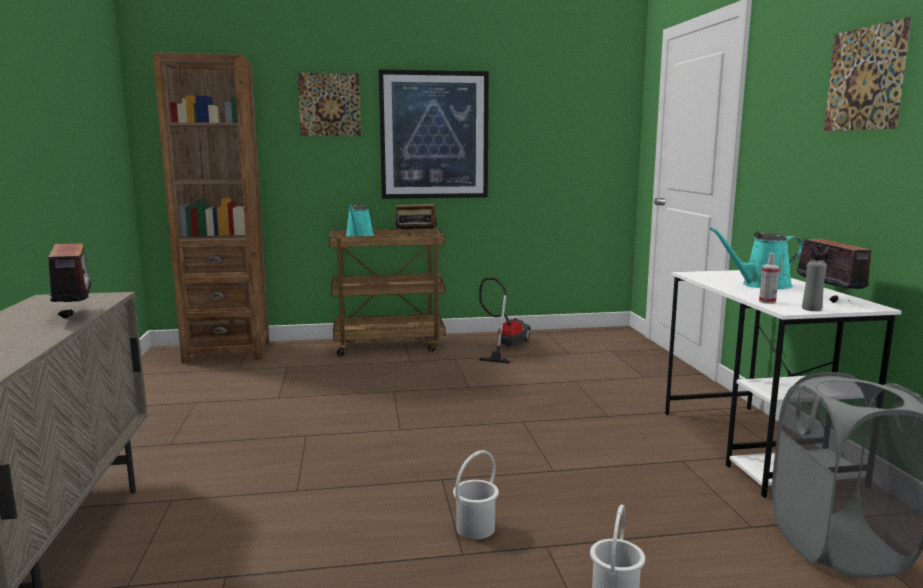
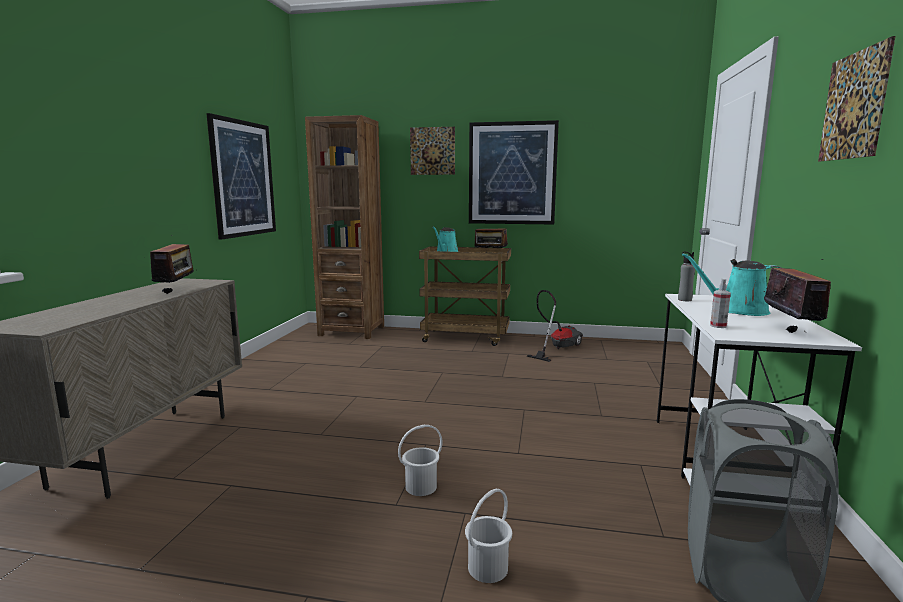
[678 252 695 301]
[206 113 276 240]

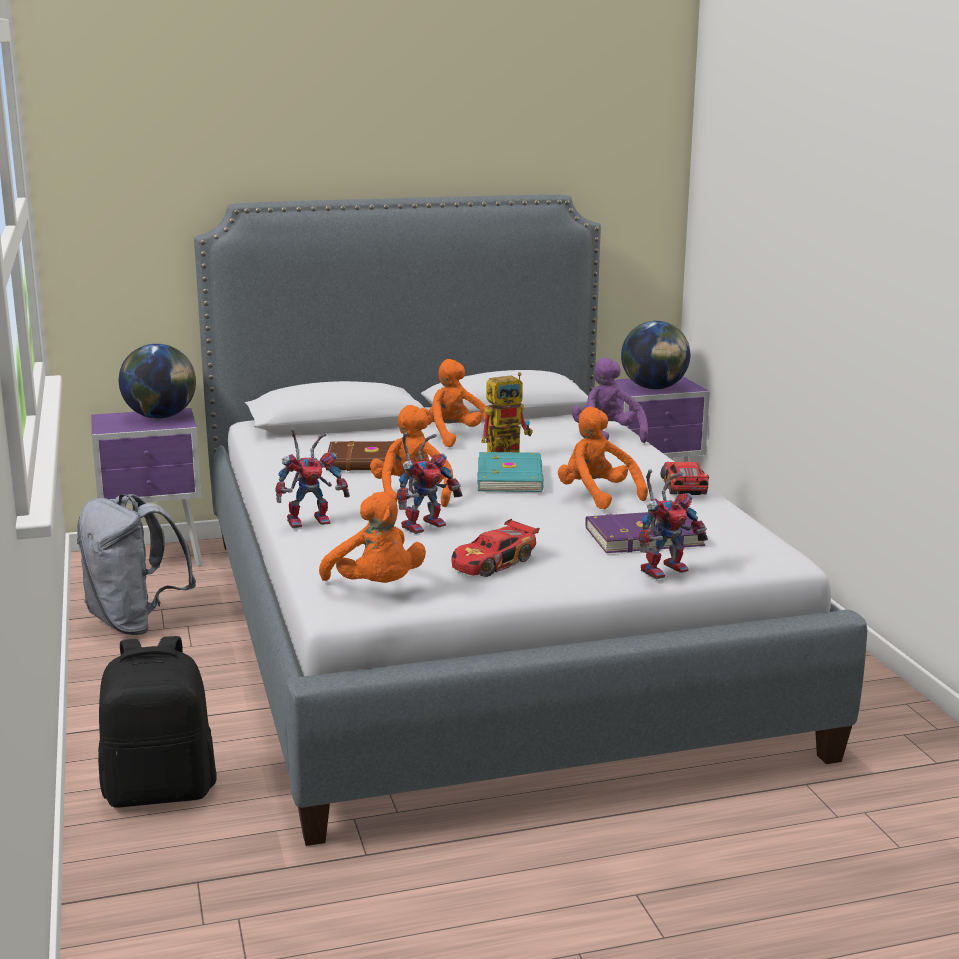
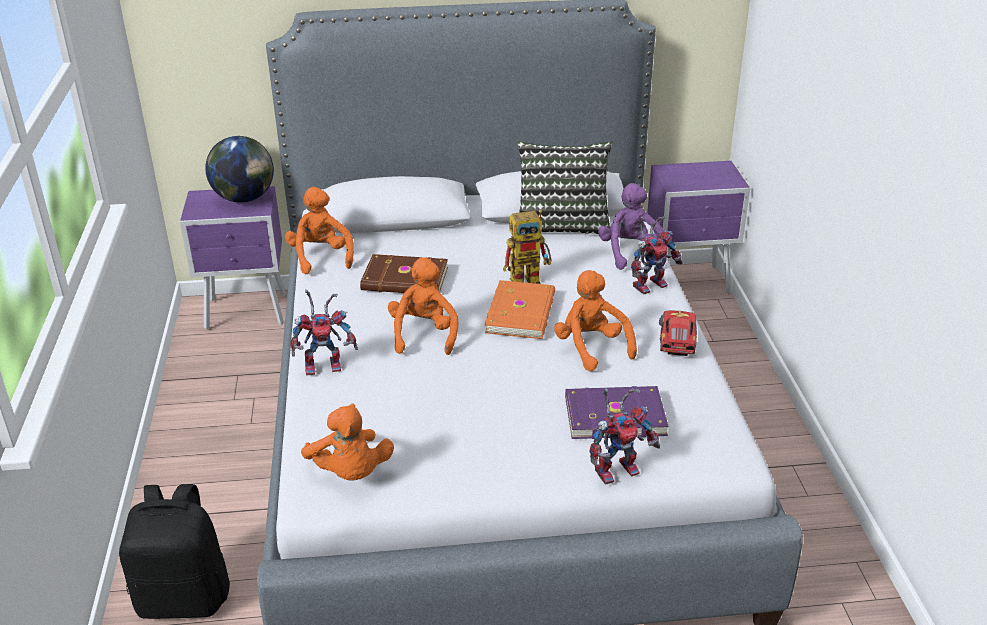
[77 494 196 635] (first image)
[631 216 683 295]
[285 187 354 274]
[451 519 540 577] (first image)
[484 280 555 339]
[621 321 690 390] (first image)
[518 141 613 234]

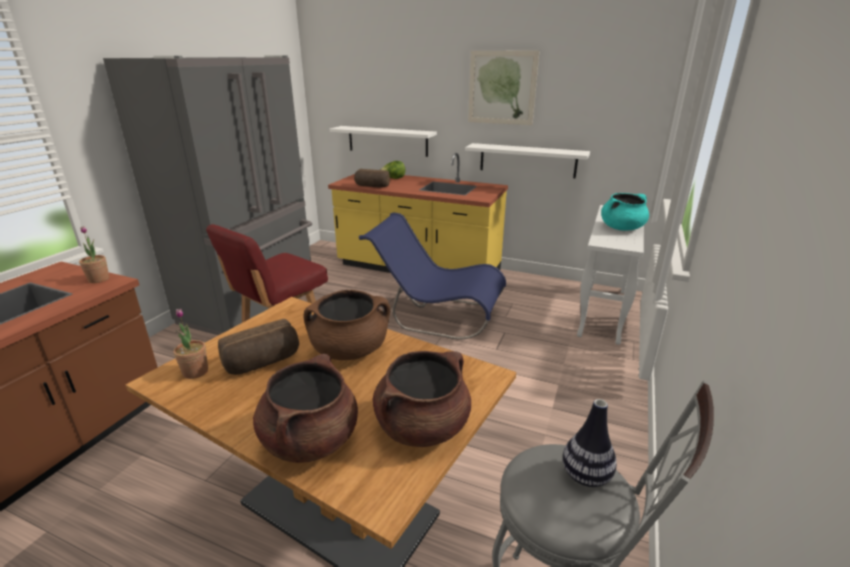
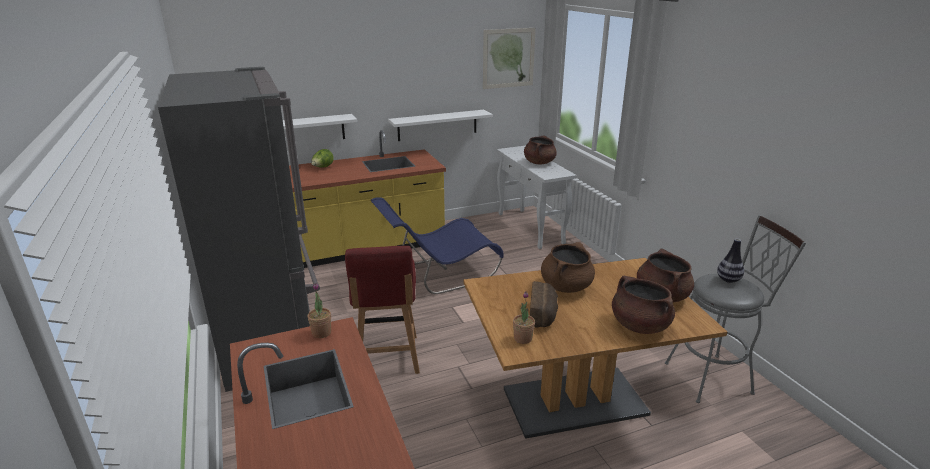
[354 169 390 188] (first image)
[483 28 536 89]
[524 135 557 164]

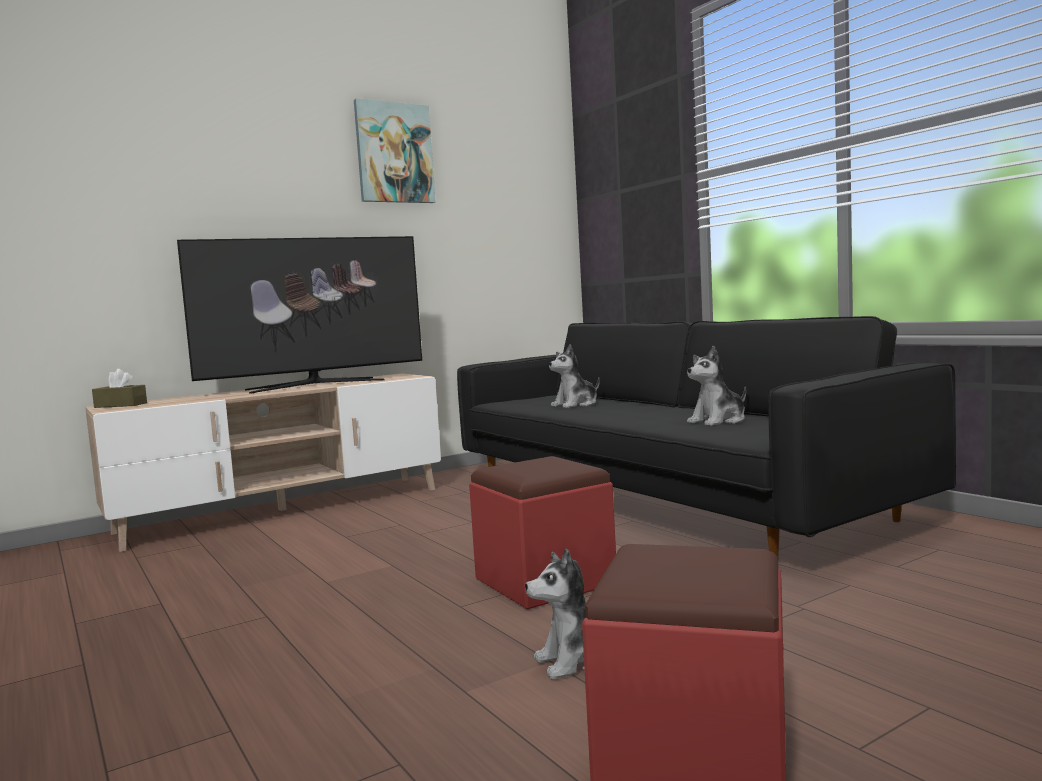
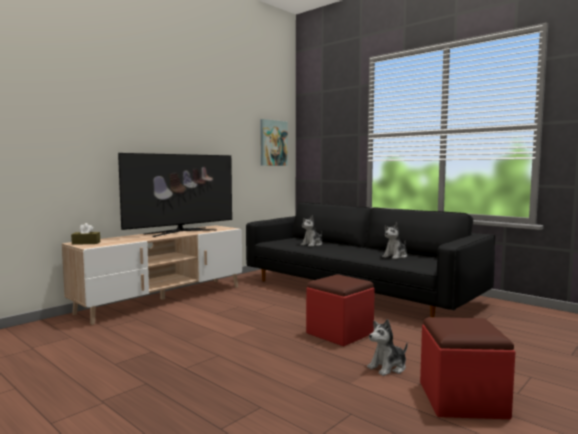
[260 119 288 166]

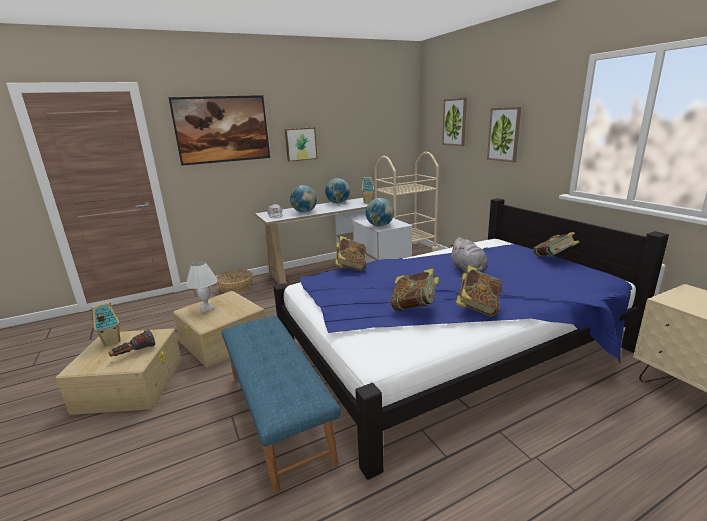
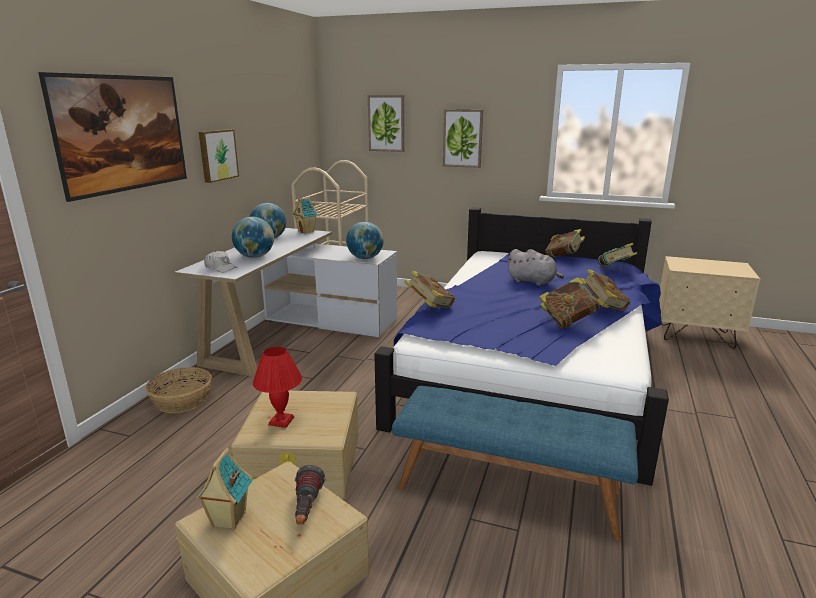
[253 347 302 428]
[598 243 637 267]

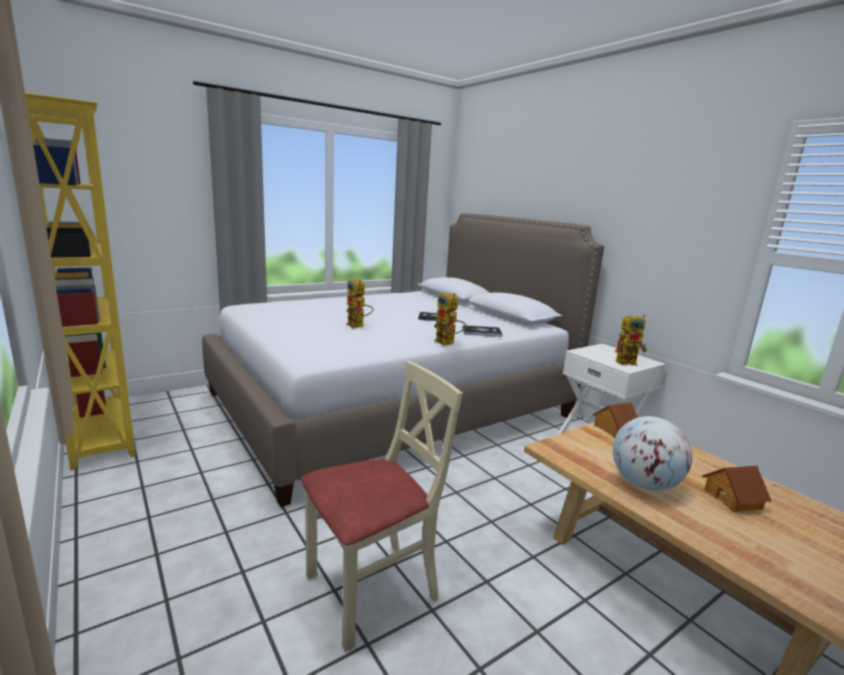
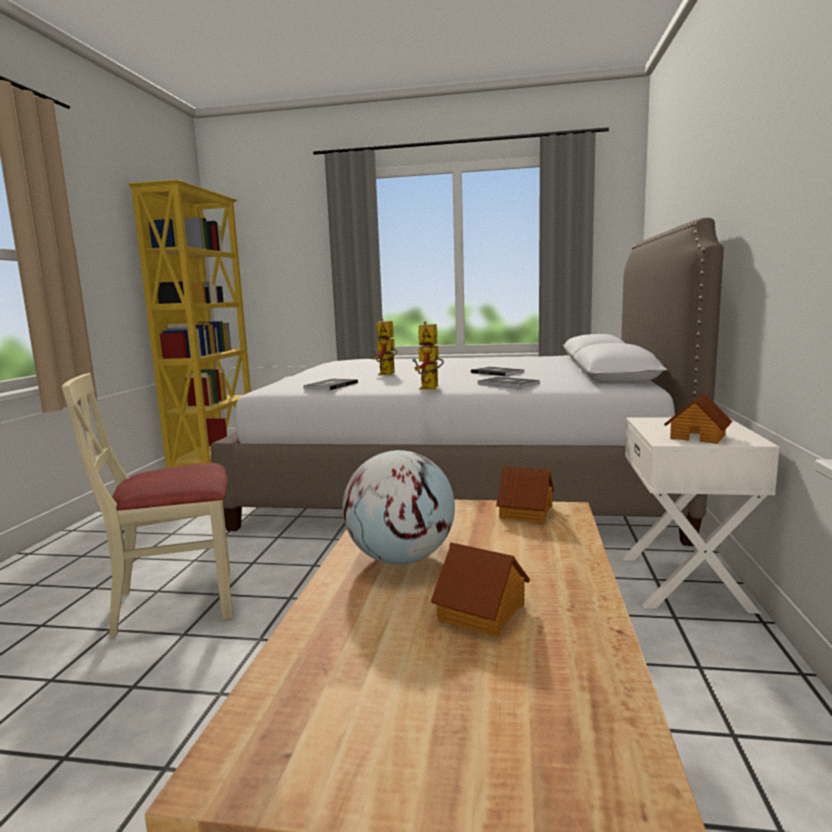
[62 373 233 638]
[664 393 732 444]
[303 378 358 390]

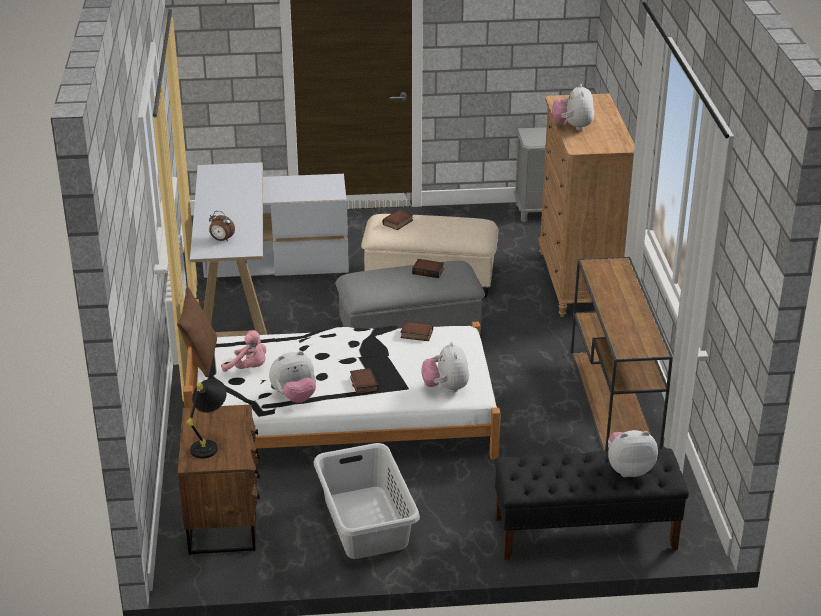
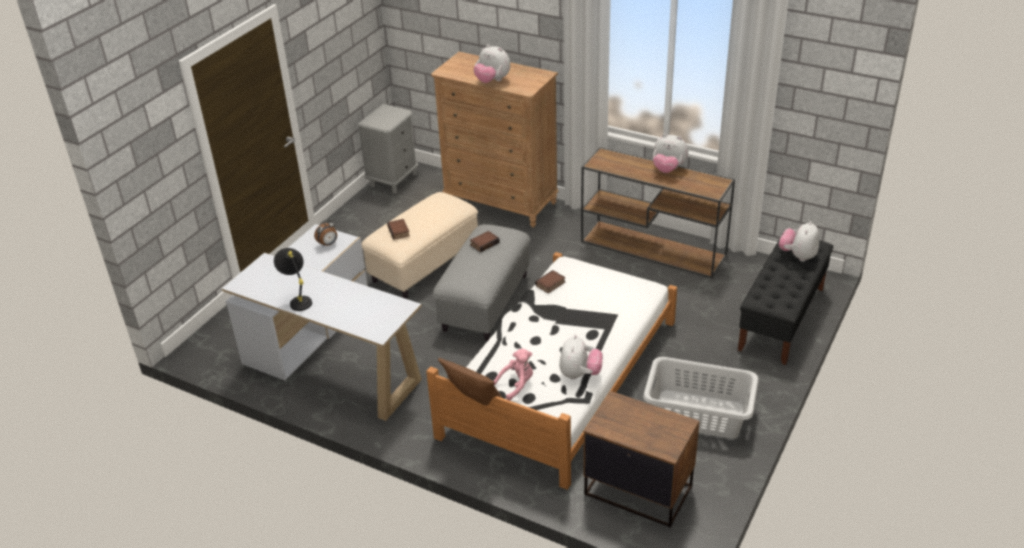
[274 248 312 311]
[314 219 337 247]
[350 368 379 394] (first image)
[653 134 688 173]

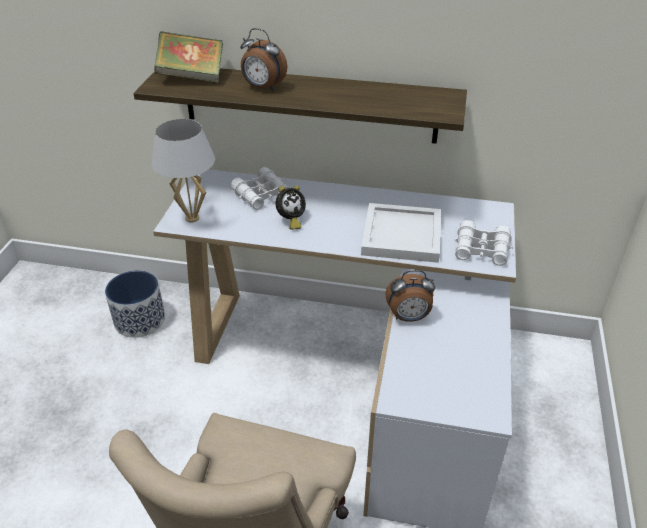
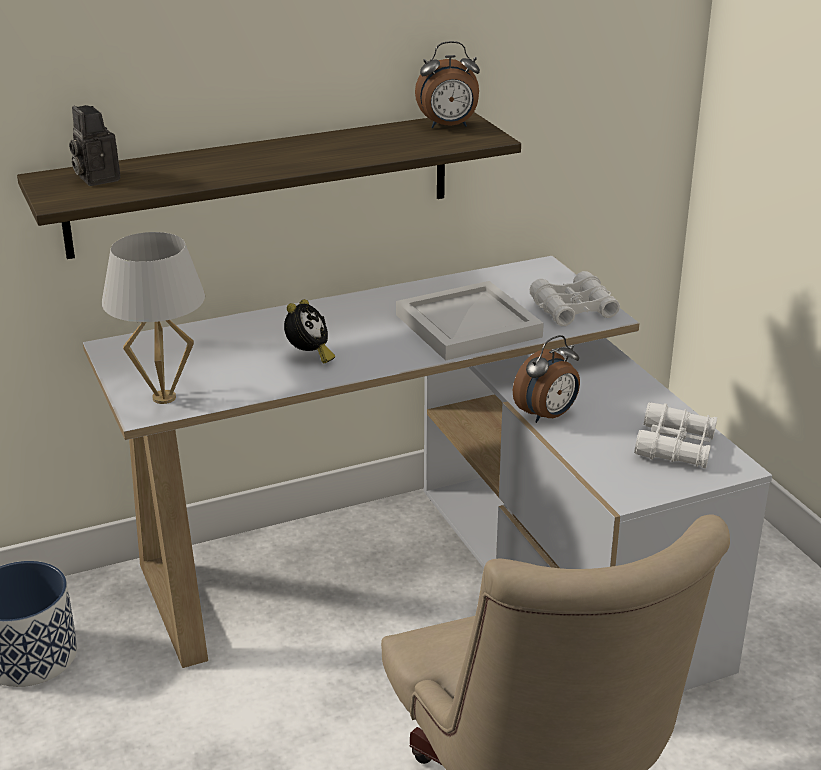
[69 105 120 186]
[634 403 717 468]
[415 41 480 128]

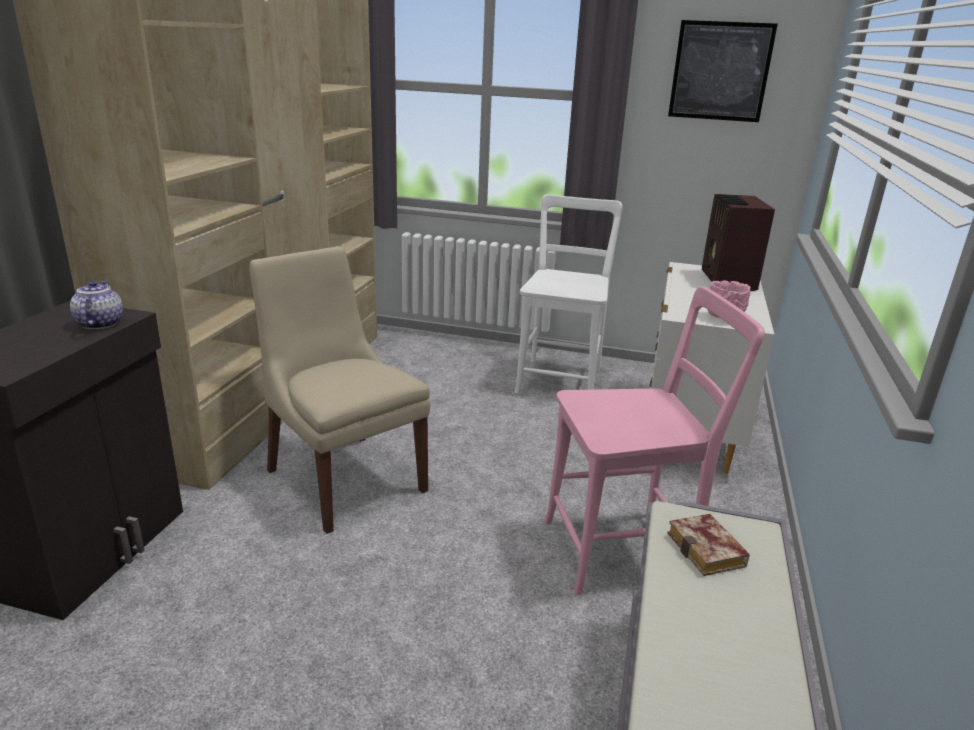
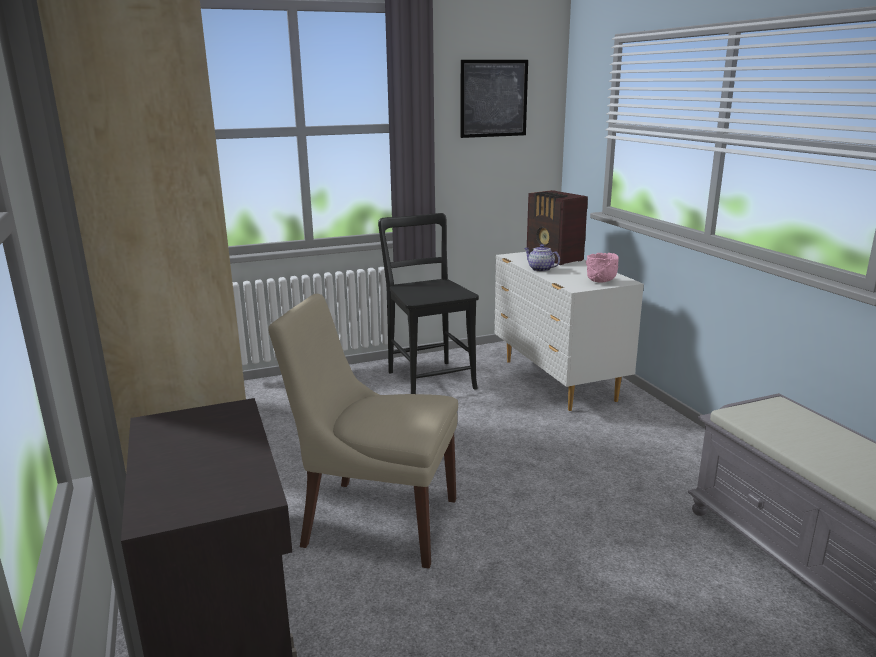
[524 244 560 272]
[378 213 479 394]
[544 287 765 595] (first image)
[668 514 750 576] (first image)

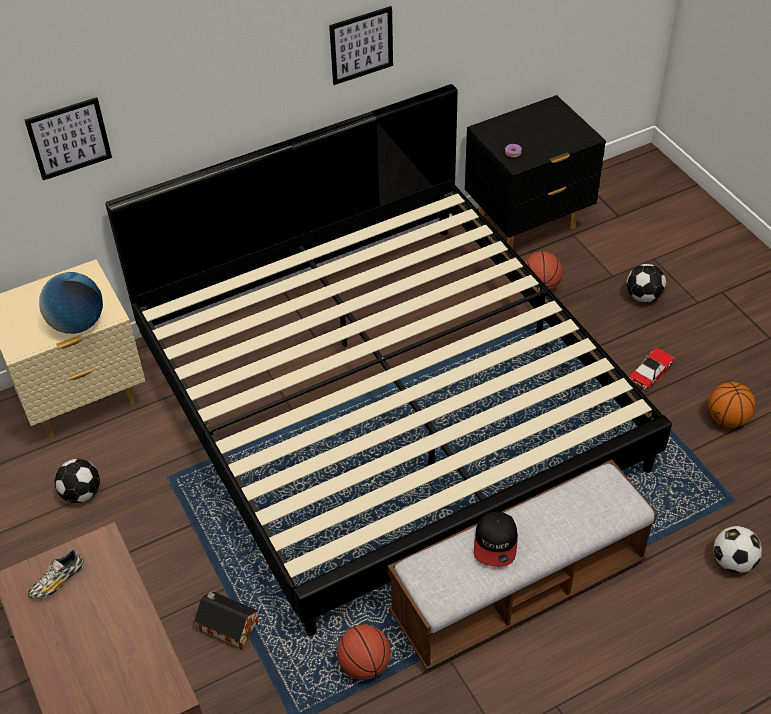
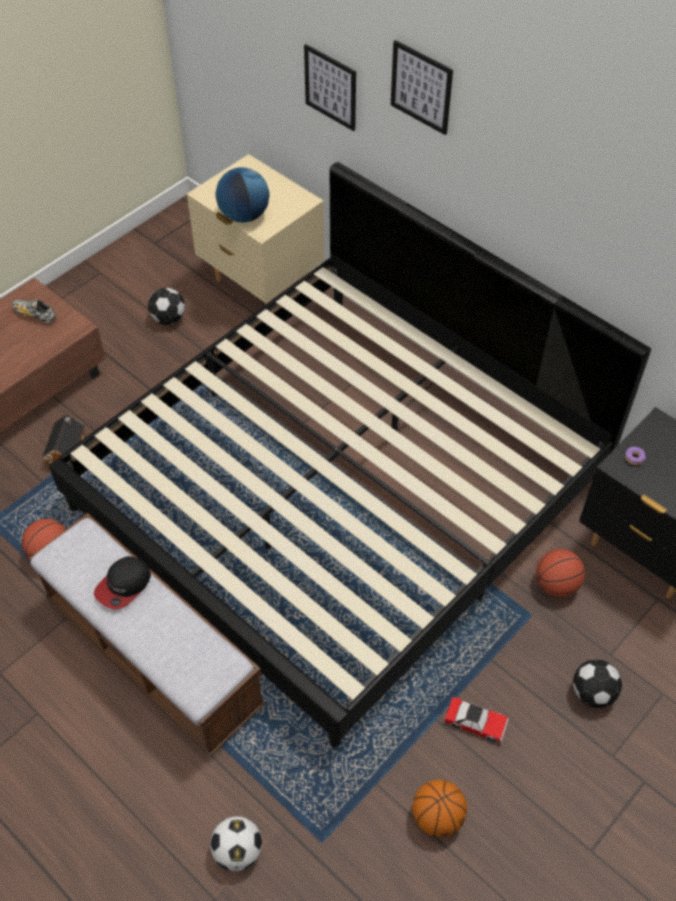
[391 40 453 135]
[94 556 151 610]

